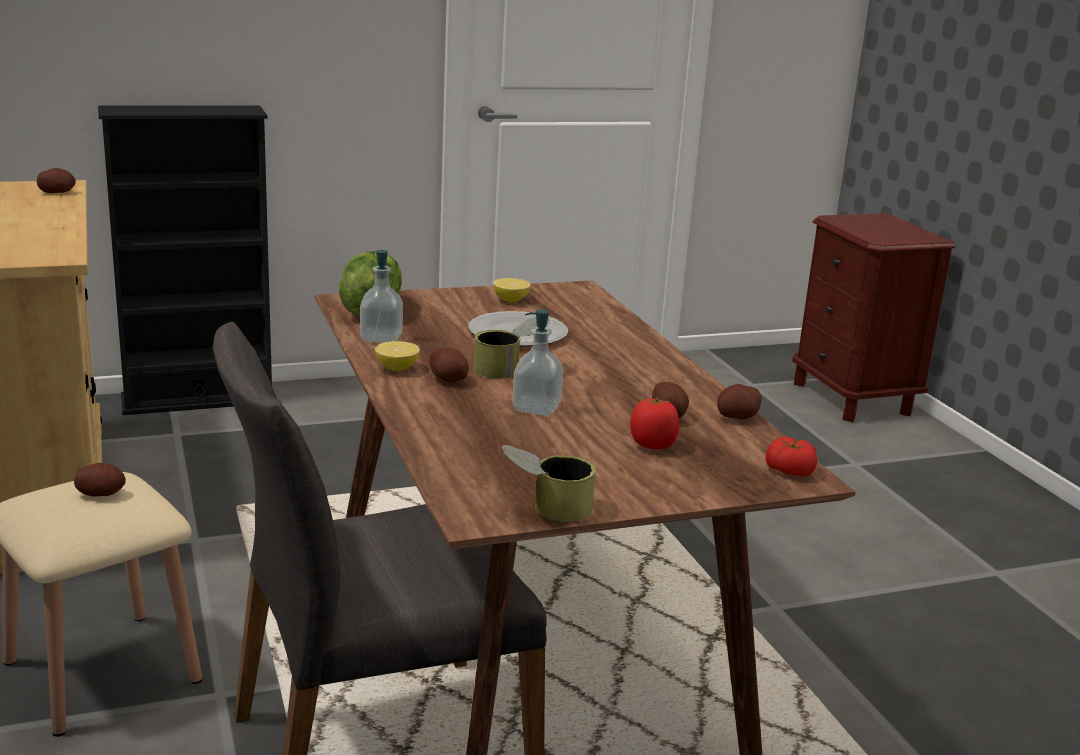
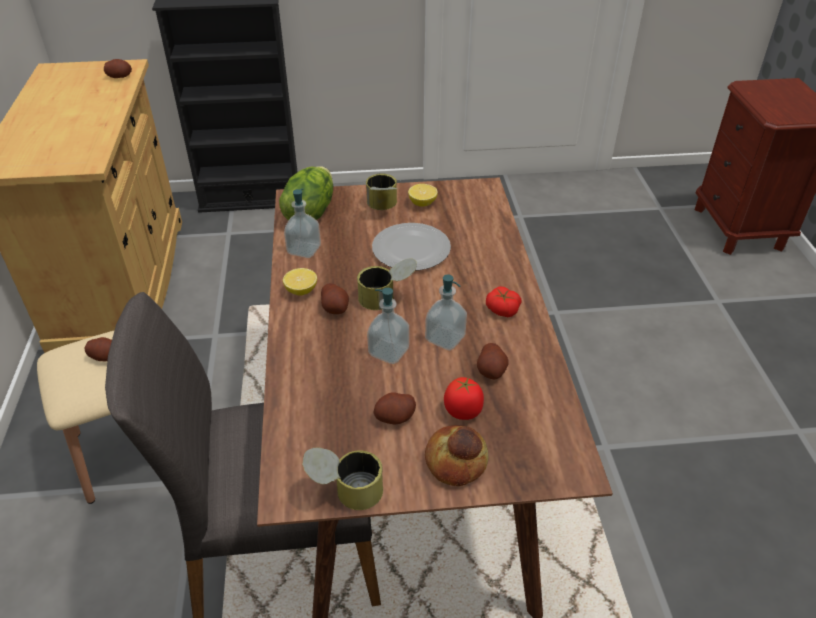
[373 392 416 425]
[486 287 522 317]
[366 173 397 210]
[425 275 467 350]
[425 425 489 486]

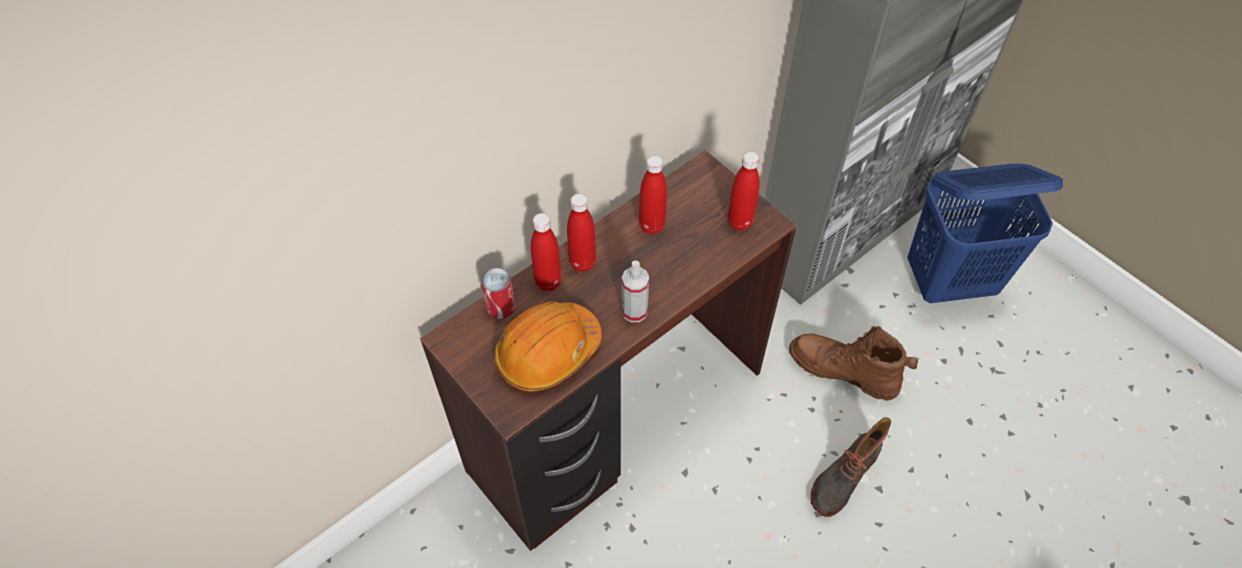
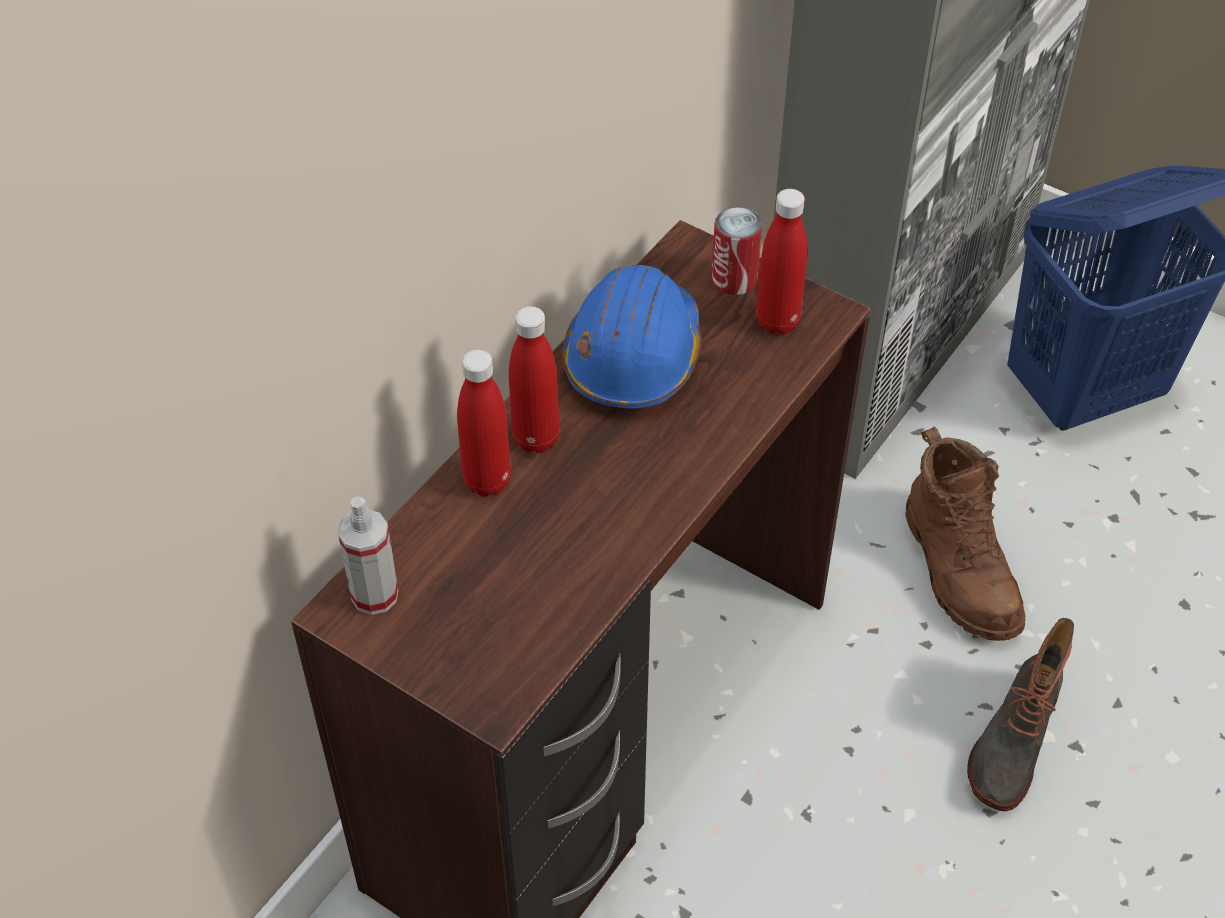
[711 207 762 295]
[494 301 602 391] (first image)
[338 497 398 615]
[562 265 701 408]
[905 427 1026 641]

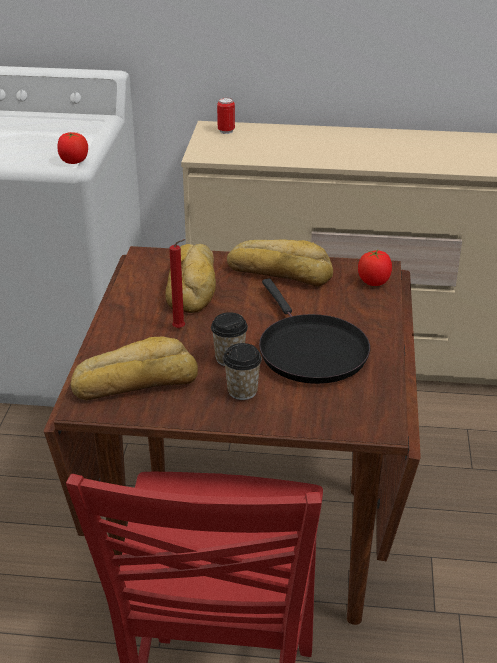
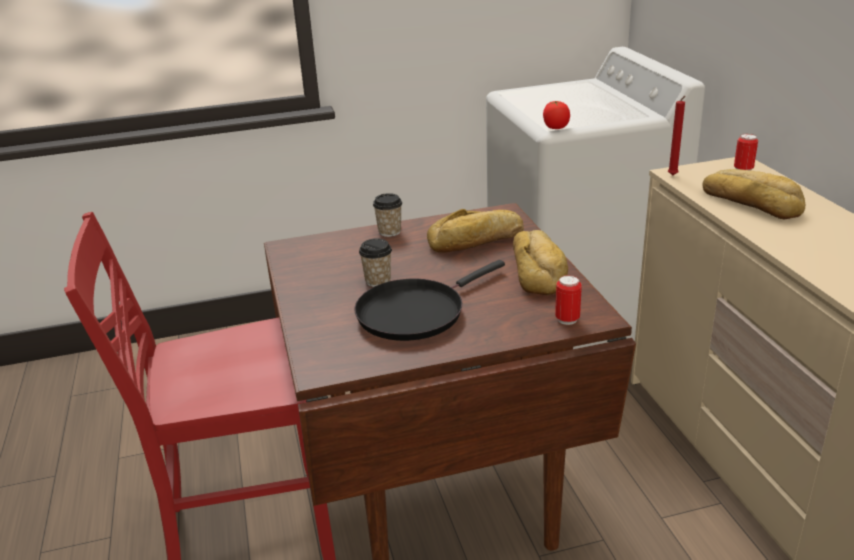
[702 169 805 219]
[668 96 685 176]
[373 193 402 237]
[555 275 582 325]

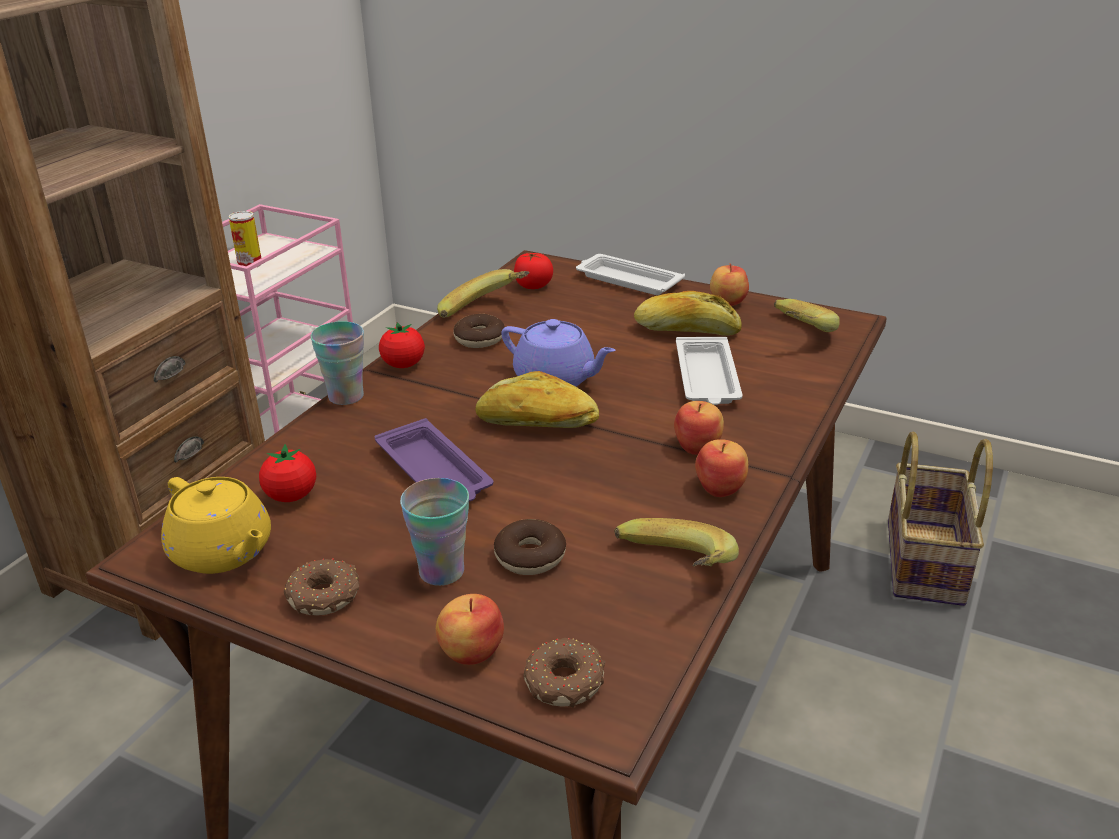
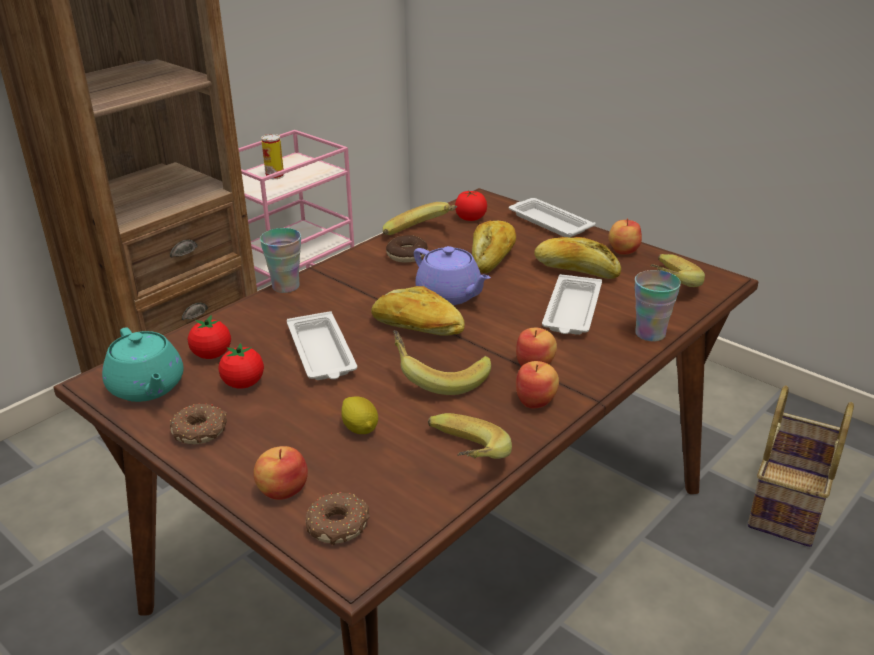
[102 327 184 402]
[287 311 357 380]
[218 343 264 389]
[635 270 681 342]
[341 396 378 434]
[393 330 491 395]
[472 221 516 273]

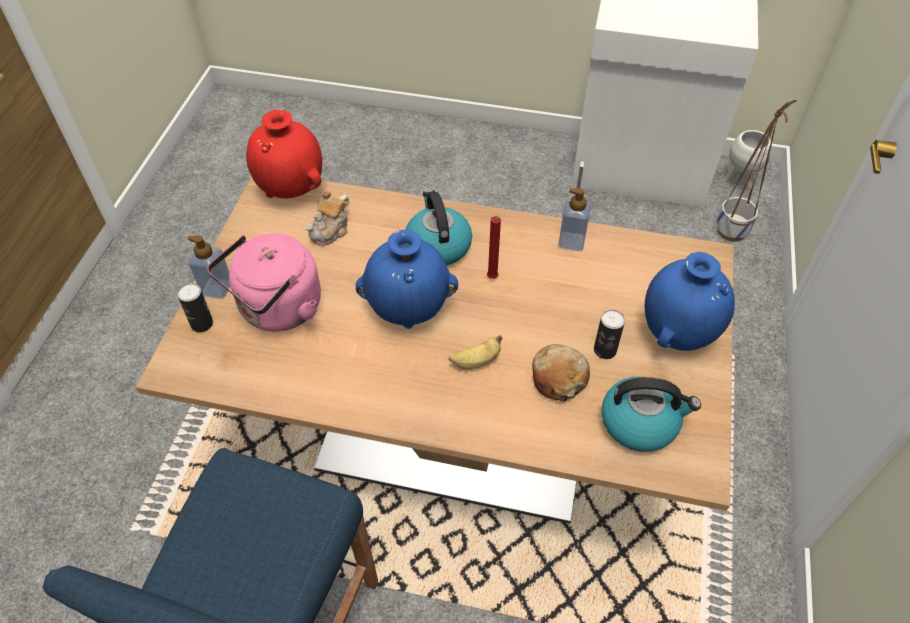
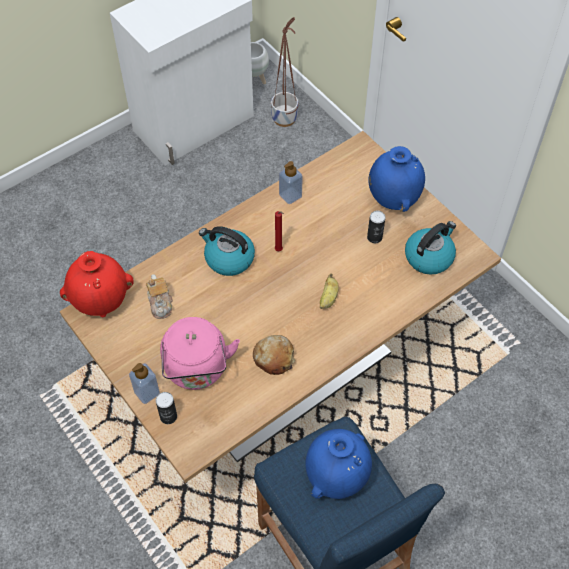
[305 429 372 499]
[253 335 295 375]

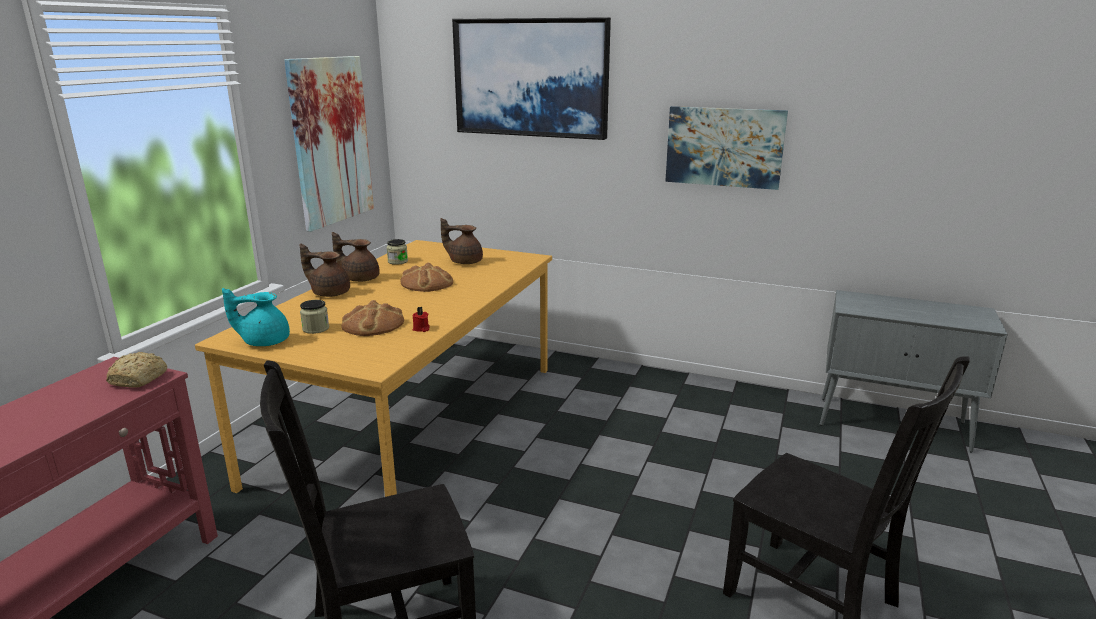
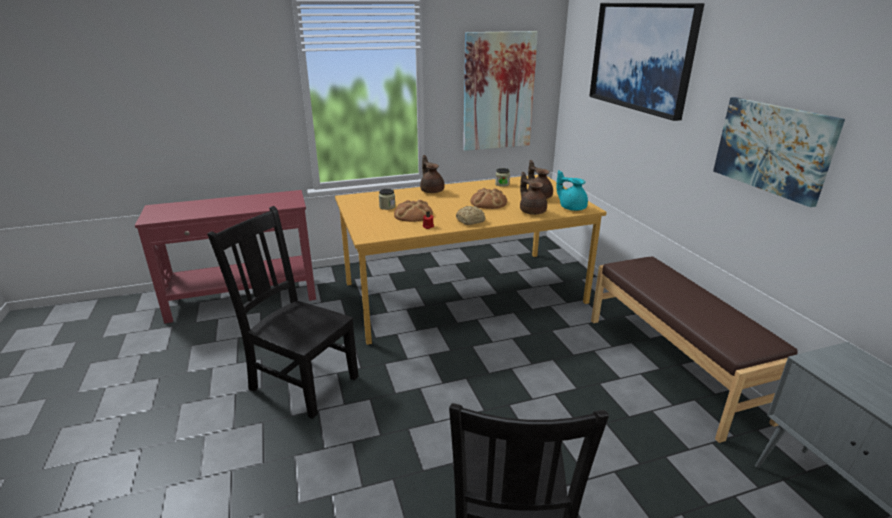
[456 206 486 225]
[556 170 588 211]
[520 172 547 215]
[591 256 798 443]

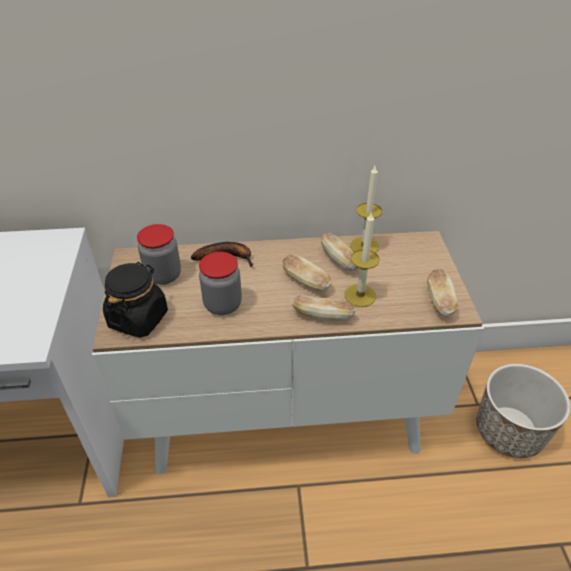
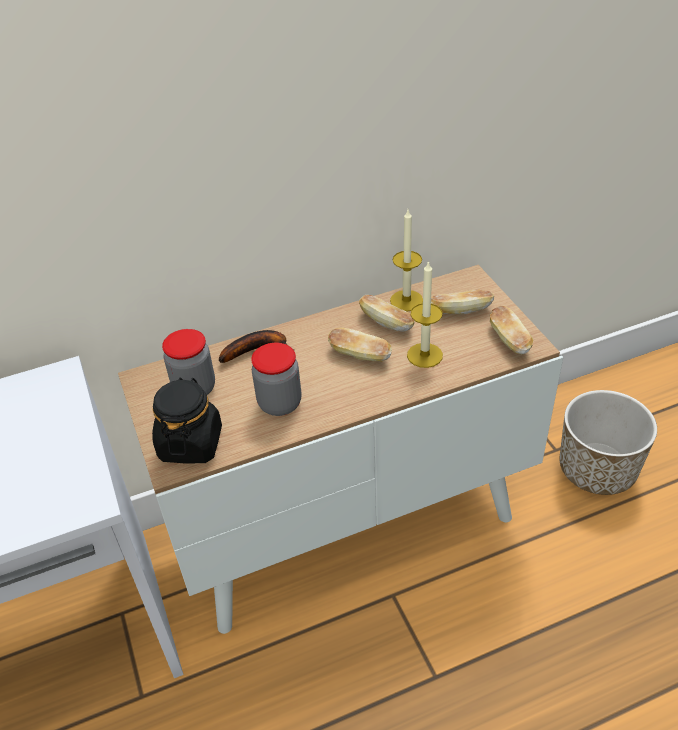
[431 290 494 314]

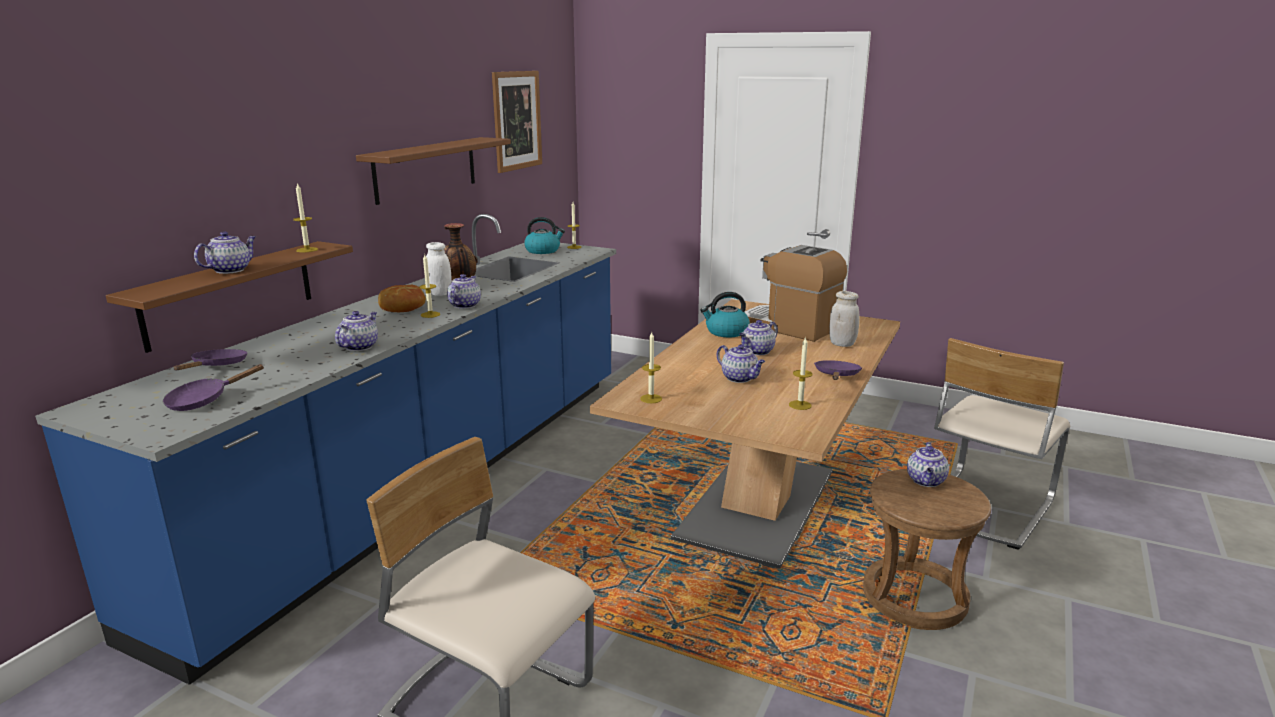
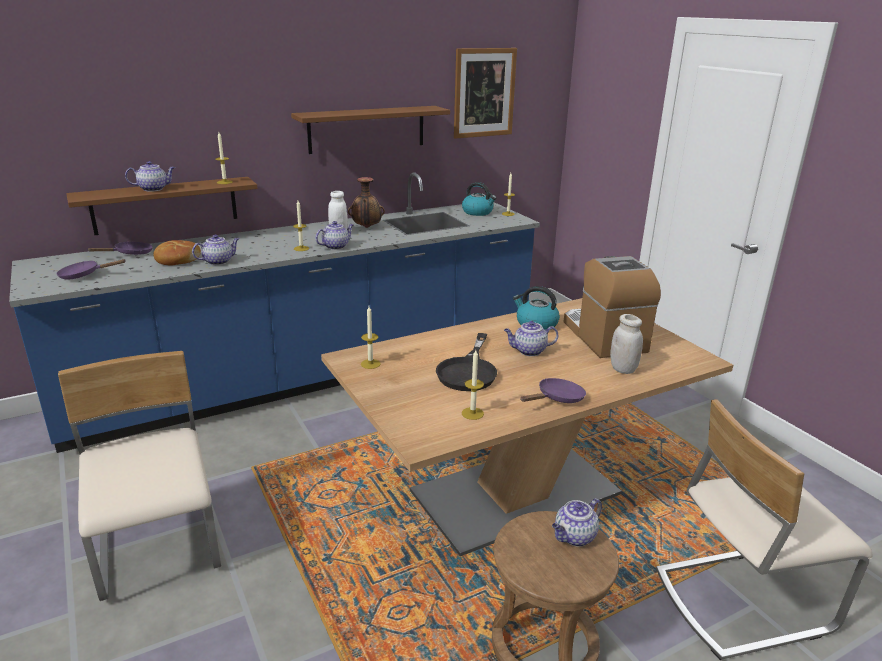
[153 240 201 266]
[436 333 497 391]

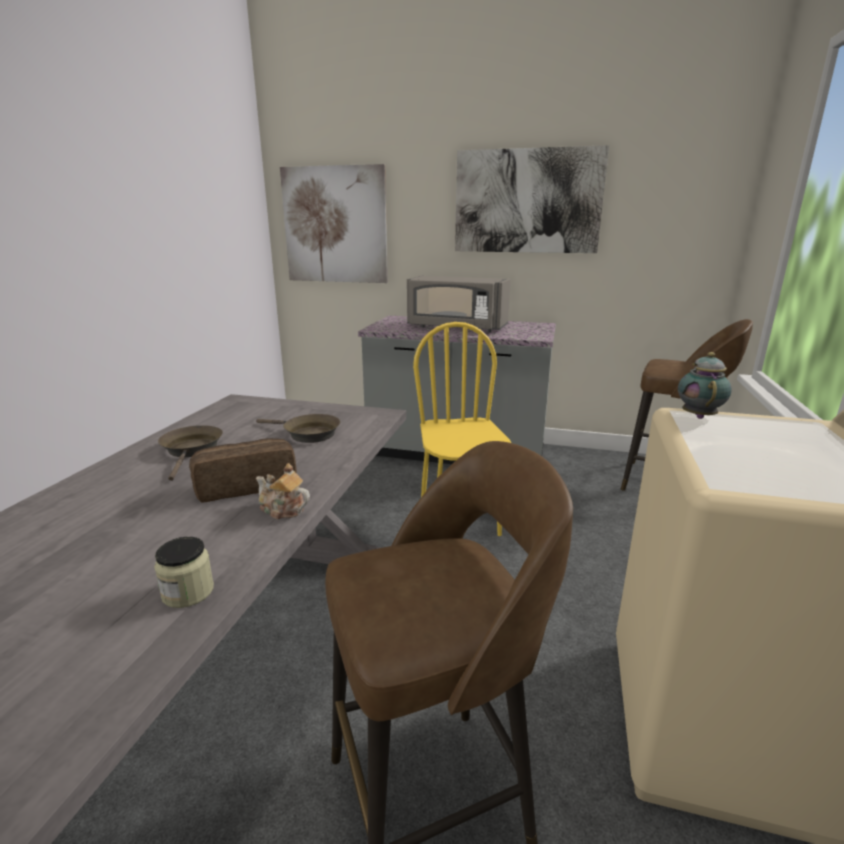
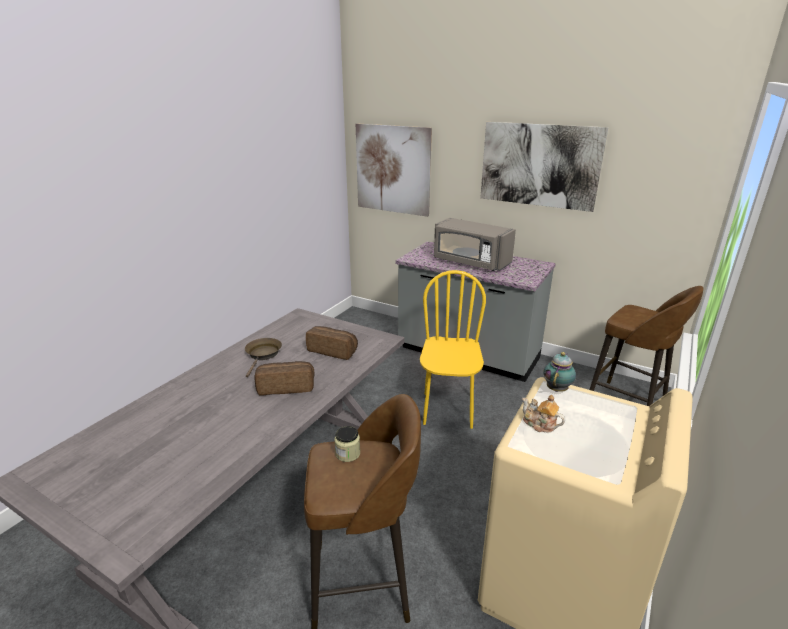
[334 426 360 462]
[306 326 358 360]
[522 395 565 432]

